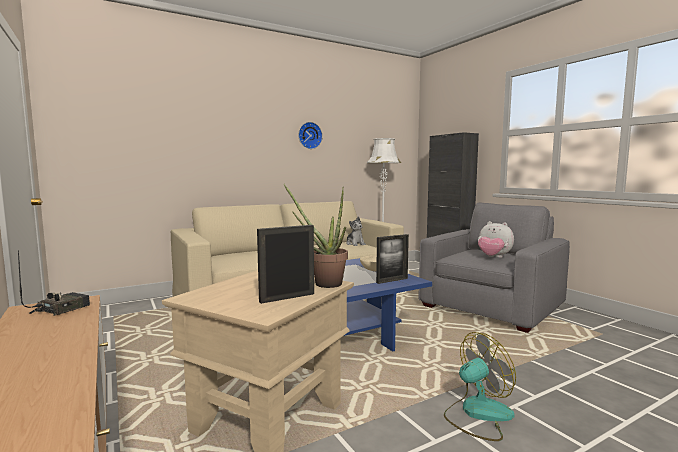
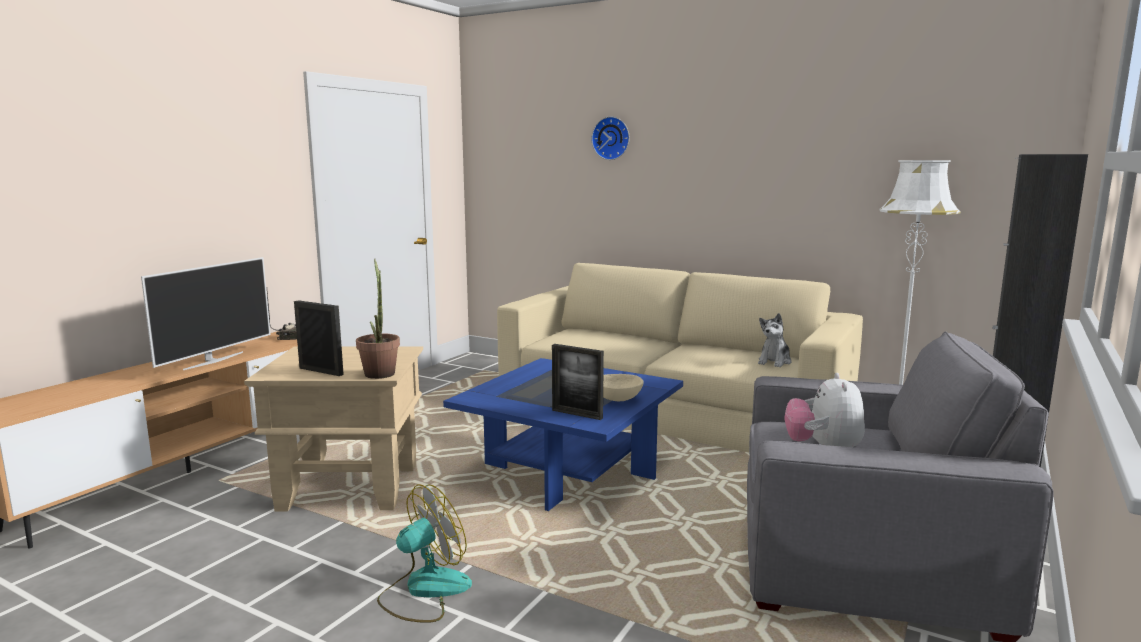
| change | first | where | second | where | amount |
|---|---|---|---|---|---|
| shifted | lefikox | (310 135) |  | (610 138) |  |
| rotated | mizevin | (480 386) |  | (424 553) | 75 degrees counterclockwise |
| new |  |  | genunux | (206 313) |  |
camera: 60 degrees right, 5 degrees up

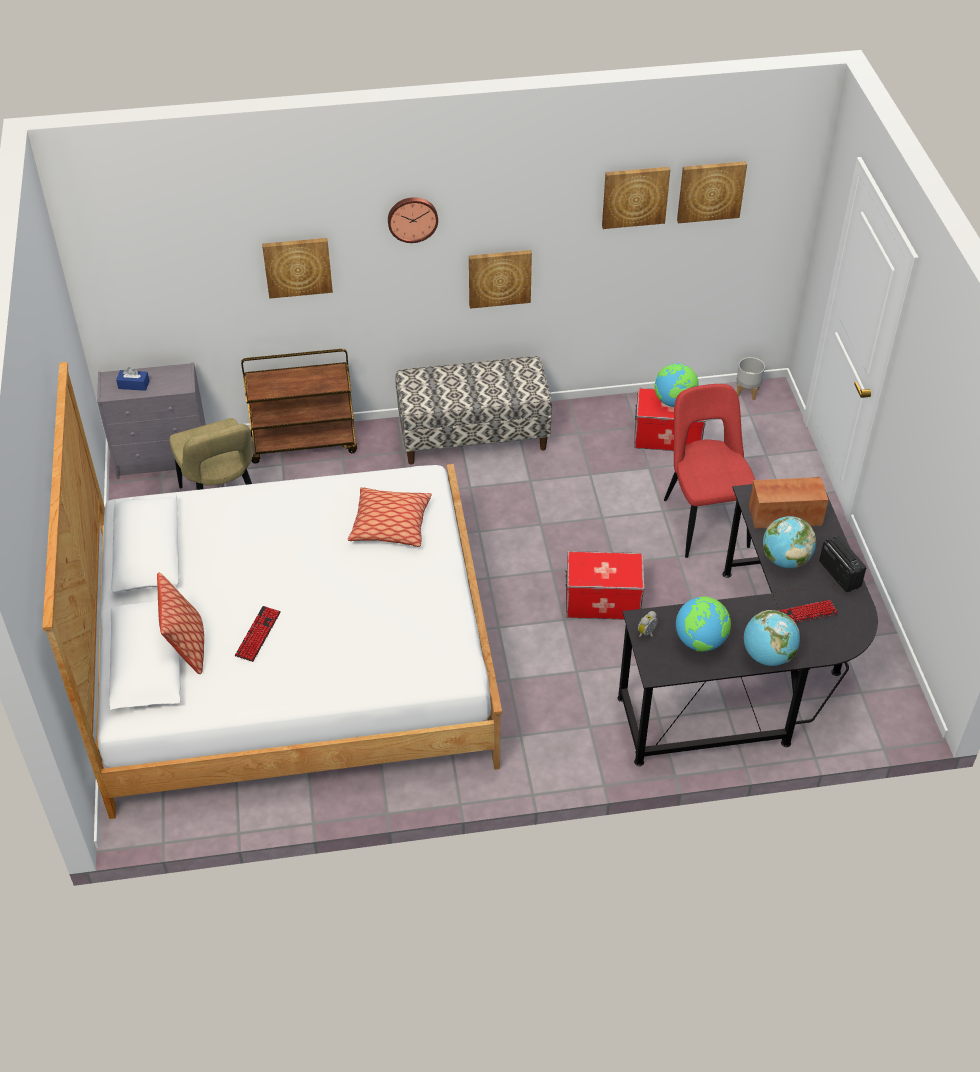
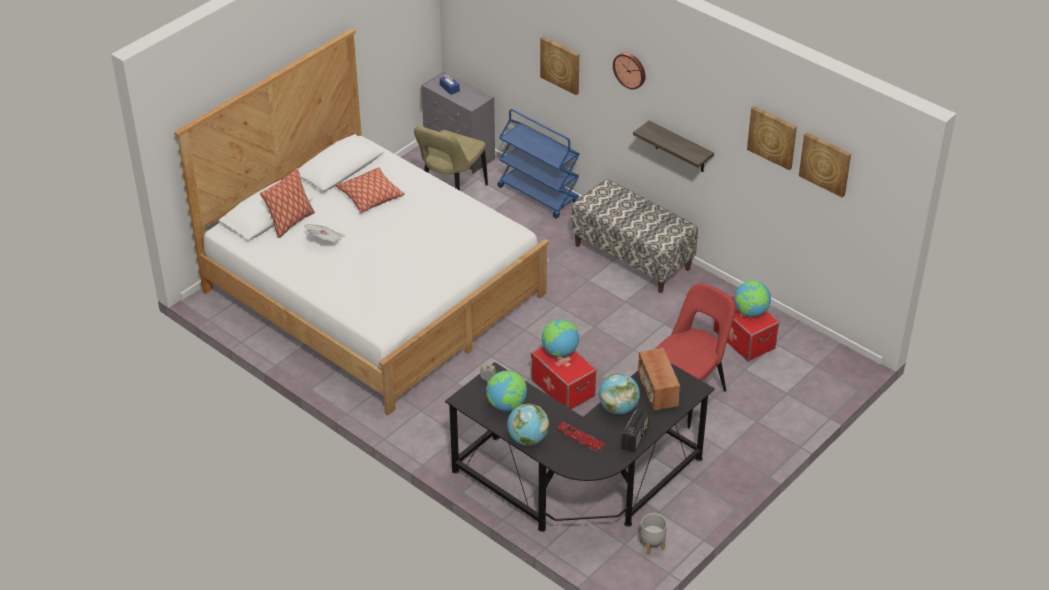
| change | first | where | second | where | amount |
|---|---|---|---|---|---|
| swapped | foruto | (500 279) | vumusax | (673 146) |  |
| repainted | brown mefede | (299 406) | blue mefede | (539 163) |  |
| shifted | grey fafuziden | (750 378) |  | (653 534) |  |
| rotated | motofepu | (788 503) |  | (659 379) | 150 degrees counterclockwise |
| shifted | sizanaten | (390 517) |  | (370 190) |  |
| swapped | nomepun | (258 634) | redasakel | (324 233) |  |
| new |  |  | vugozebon | (560 338) |  |
camera: 50 degrees right, 5 degrees down

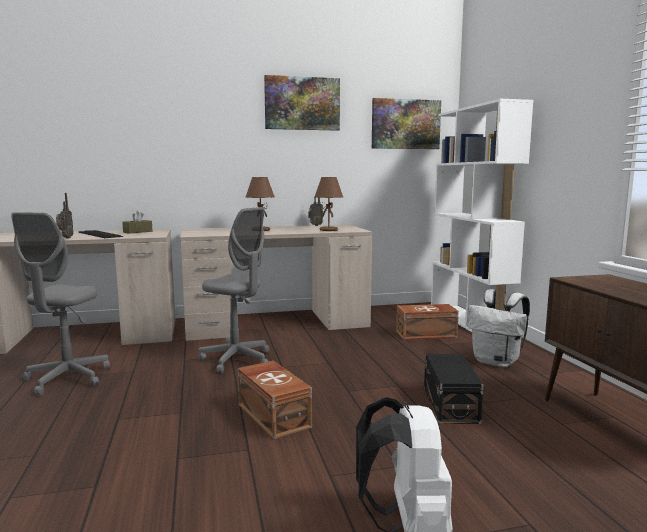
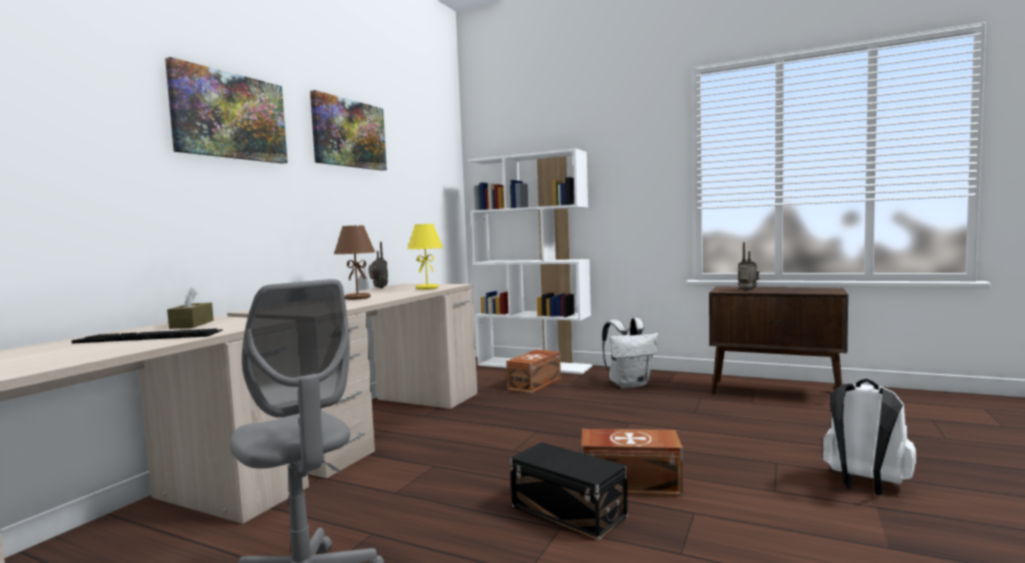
| change | first | where | second | where | amount |
|---|---|---|---|---|---|
| shifted | foruto | (406 123) |  | (226 110) |  |
| repainted | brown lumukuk | (329 204) | yellow lumukuk | (425 257) |  |
| shifted | motofepu | (64 215) |  | (748 266) |  |
| gone | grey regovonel | (233 290) |  |  |  |
| shifted | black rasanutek | (453 389) |  | (569 491) |  |
camera: 50 degrees left, 5 degrees down

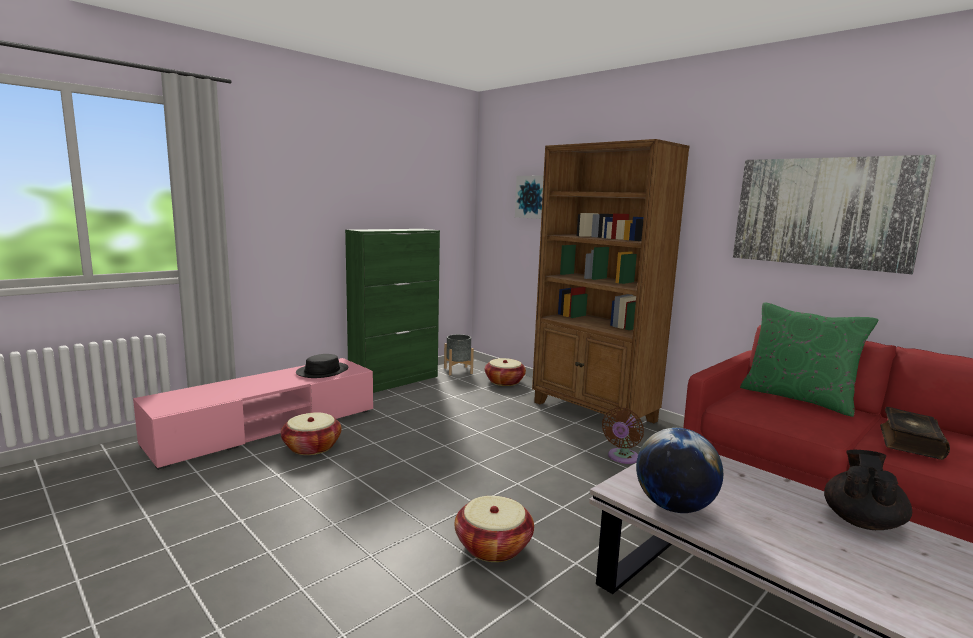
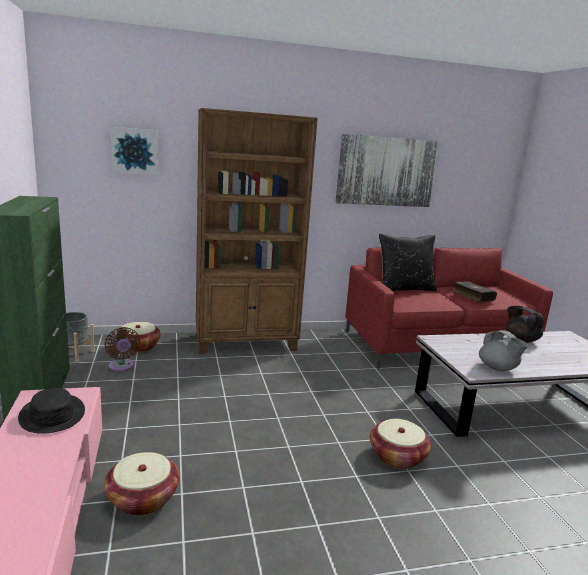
| change | first | where | second | where | amount |
|---|---|---|---|---|---|
| repainted | green sizanaten | (809 359) | black sizanaten | (408 263) |  |
| shifted | brown mizevin | (623 436) |  | (122 349) |  |
| swapped | vugozebon | (679 470) | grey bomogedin | (503 350) |  |
camera: 60 degrees left, 5 degrees up

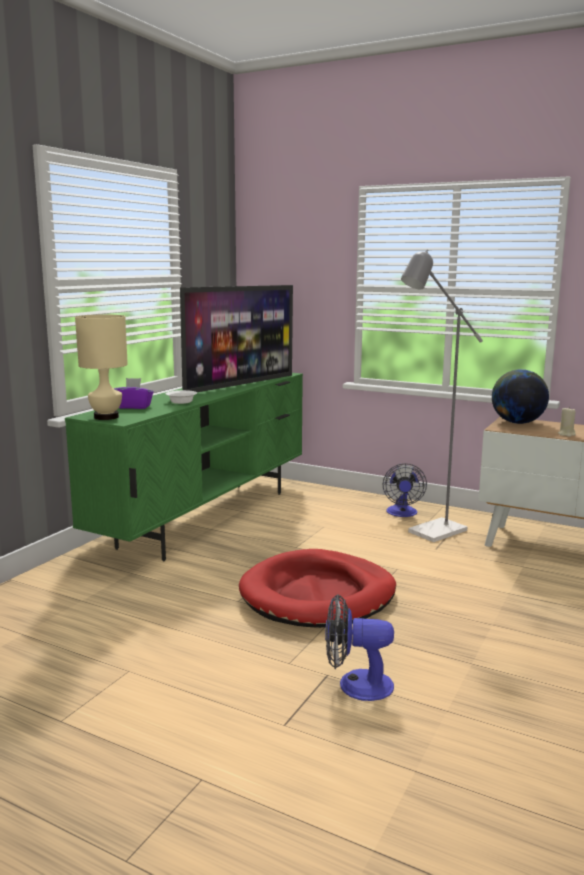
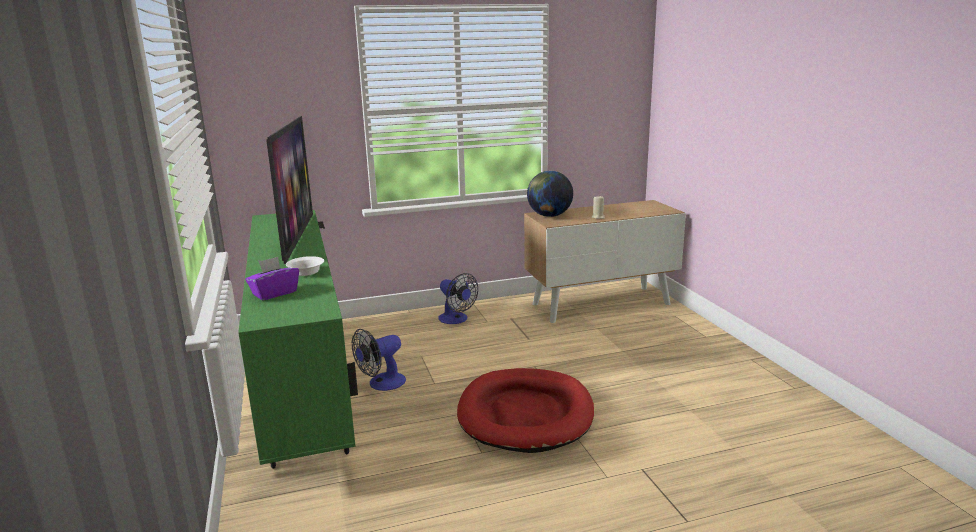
| change | first | where | second | where | amount |
|---|---|---|---|---|---|
| gone | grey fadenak | (442 395) |  |  |  |
| gone | beige lumukuk | (101 367) |  |  |  |
| shifted | mizevin | (359 647) |  | (379 360) |  |
camera: 45 degrees left, 5 degrees up

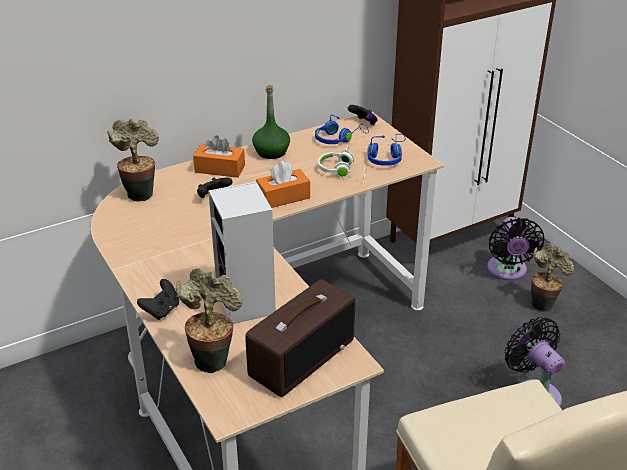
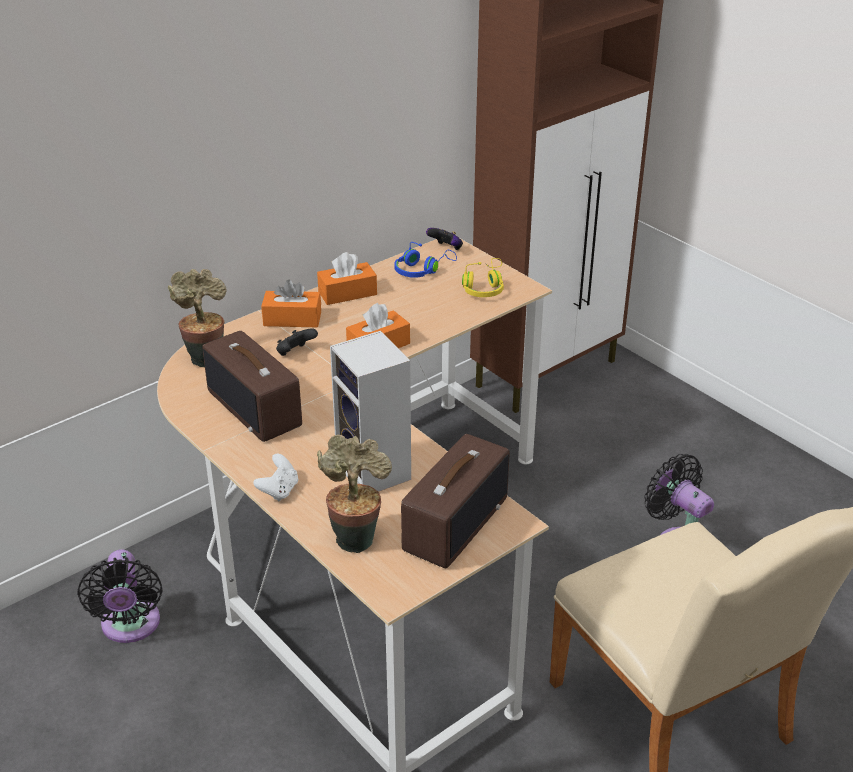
| change | first | where | second | where | amount |
|---|---|---|---|---|---|
| swapped | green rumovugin | (271 122) | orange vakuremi | (347 278) |  |
| repainted | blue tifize | (386 150) | yellow tifize | (483 277) |  |
| gone | white tifize | (342 162) |  |  |  |
| shifted | black mizevin | (515 249) |  | (120 596) |  |
| gone | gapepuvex | (552 277) |  |  |  |
| repainted | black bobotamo | (158 299) | white bobotamo | (275 477) |  |
| new |  |  | motofepu | (252 386) |  |
camera: 10 degrees left, 0 degrees up

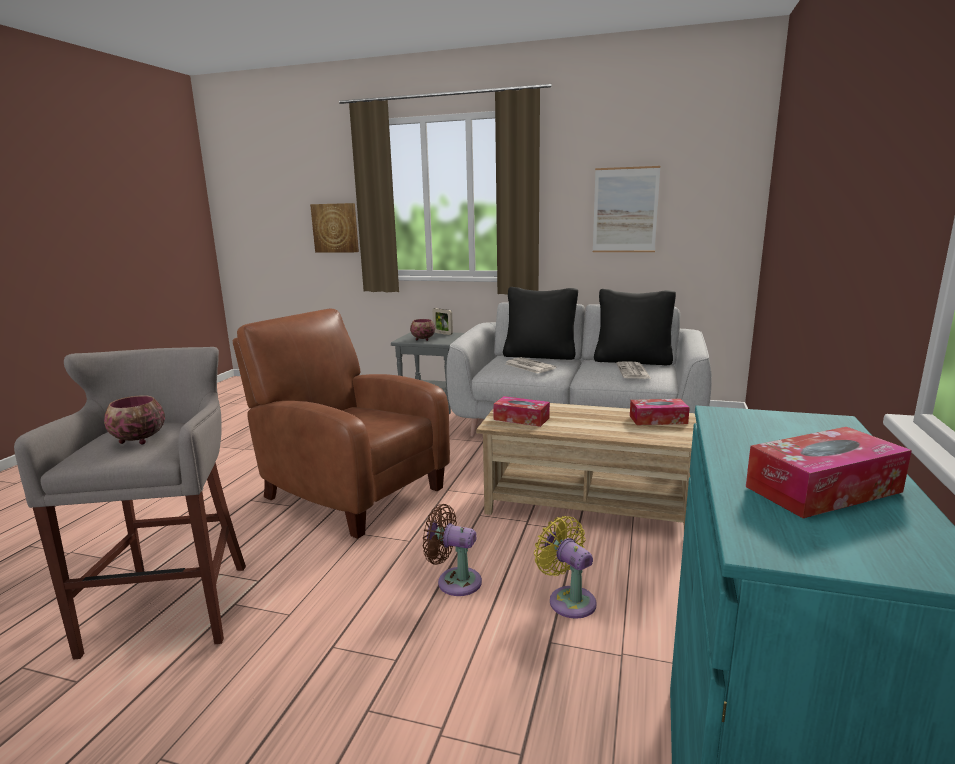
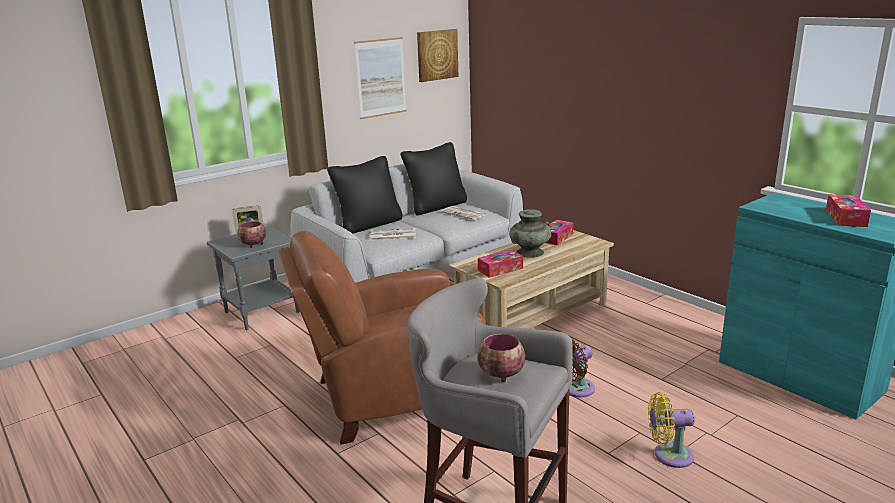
| change | first | where | second | where | amount |
|---|---|---|---|---|---|
| shifted | foruto | (334 227) |  | (437 55) |  |
| shifted | yellow mizevin | (565 567) |  | (671 430) |  |
| new |  |  | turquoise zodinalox | (530 233) |  |
camera: 55 degrees left, 5 degrees up

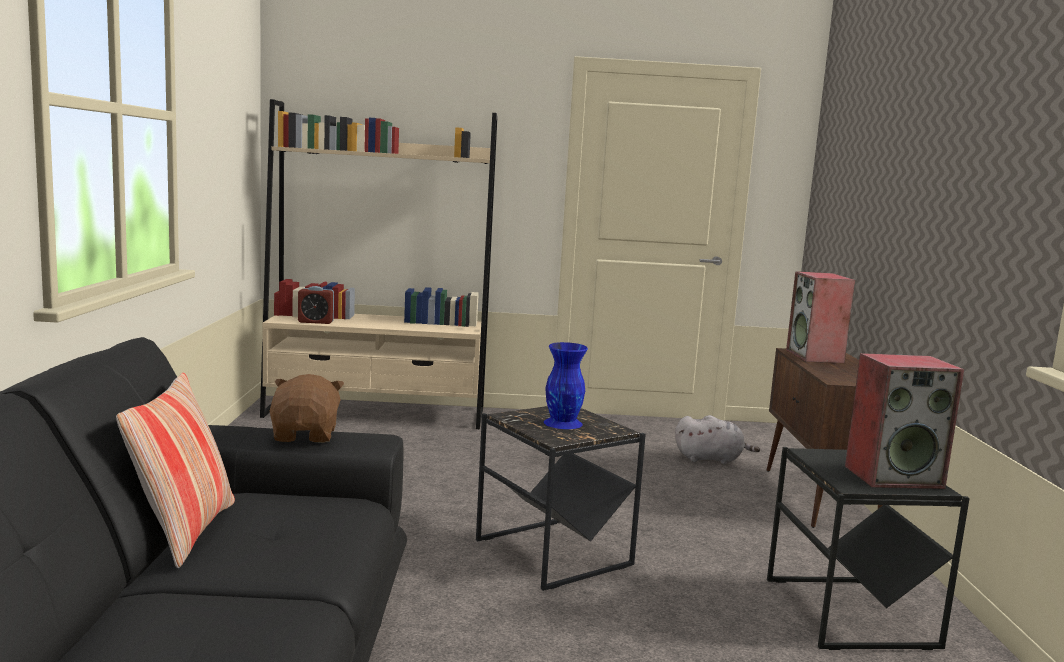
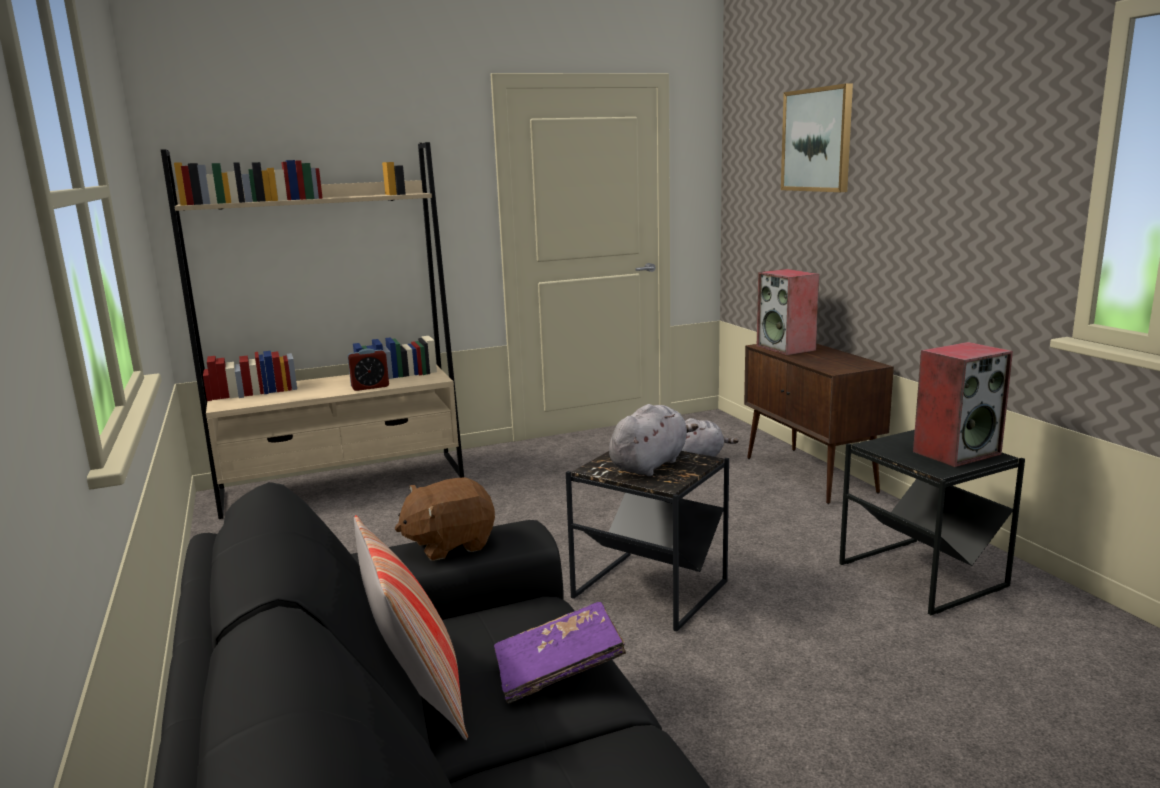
| change | first | where | second | where | amount |
|---|---|---|---|---|---|
| shifted | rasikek | (316 305) |  | (368 370) |  |
| swapped | blue zodinalox | (566 385) | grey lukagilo | (653 440) |  |
| rotated | brown lukagilo | (307 408) |  | (445 519) | 90 degrees counterclockwise |
| new |  |  | foruto | (817 137) |  |
| new |  |  | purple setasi | (560 652) |  |
camera: 20 degrees left, 5 degrees up

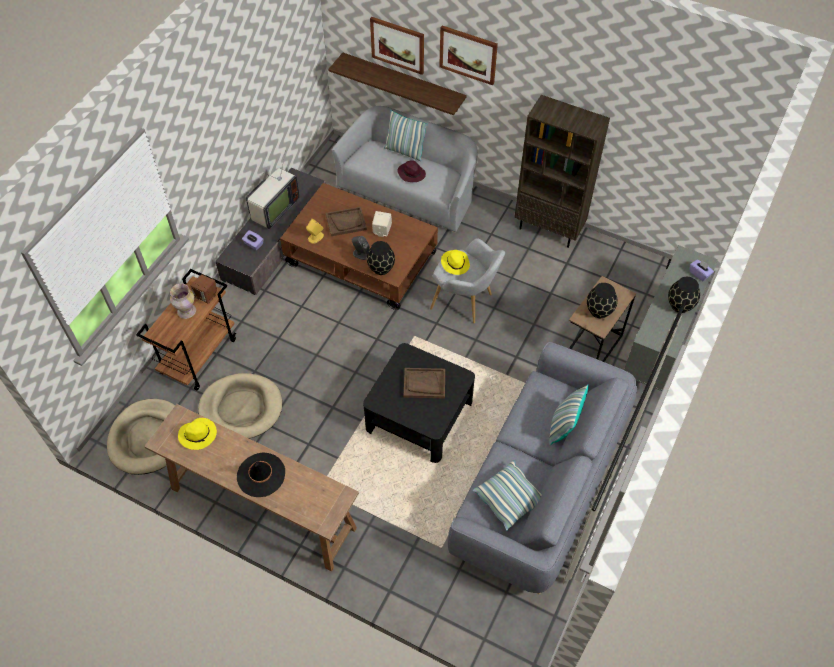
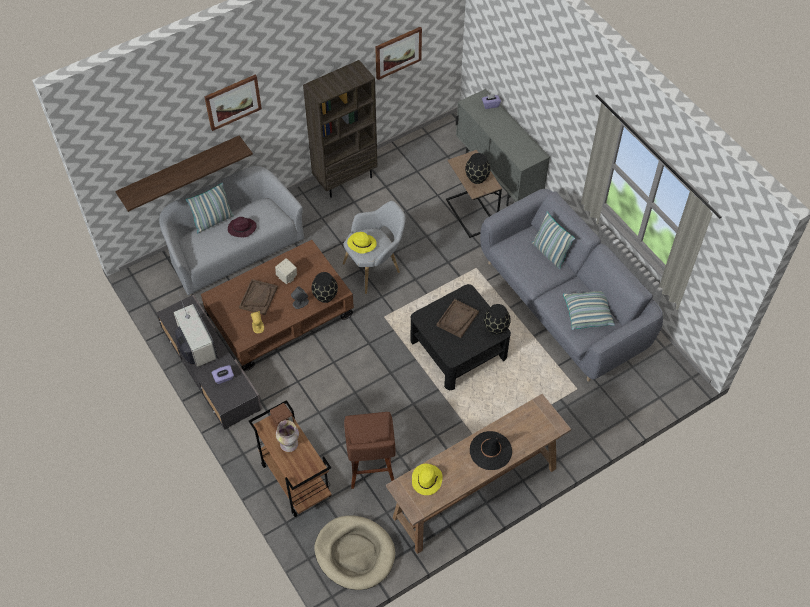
| change | first | where | second | where | amount |
|---|---|---|---|---|---|
| shifted | foruto | (397 46) |  | (398 53) |  |
| shifted | black zodinalox | (684 295) |  | (497 319) |  |
| swapped | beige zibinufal | (240 405) | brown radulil | (370 450) |  |
camera: 60 degrees left, 0 degrees up

